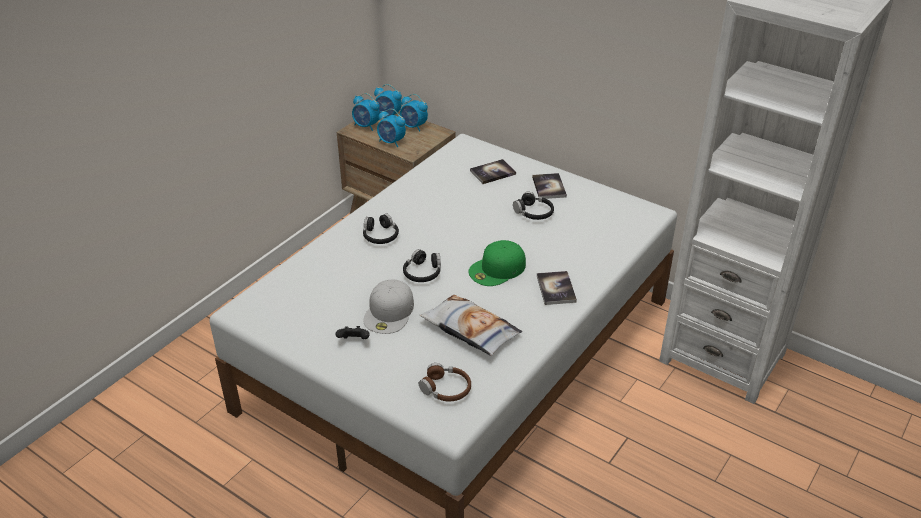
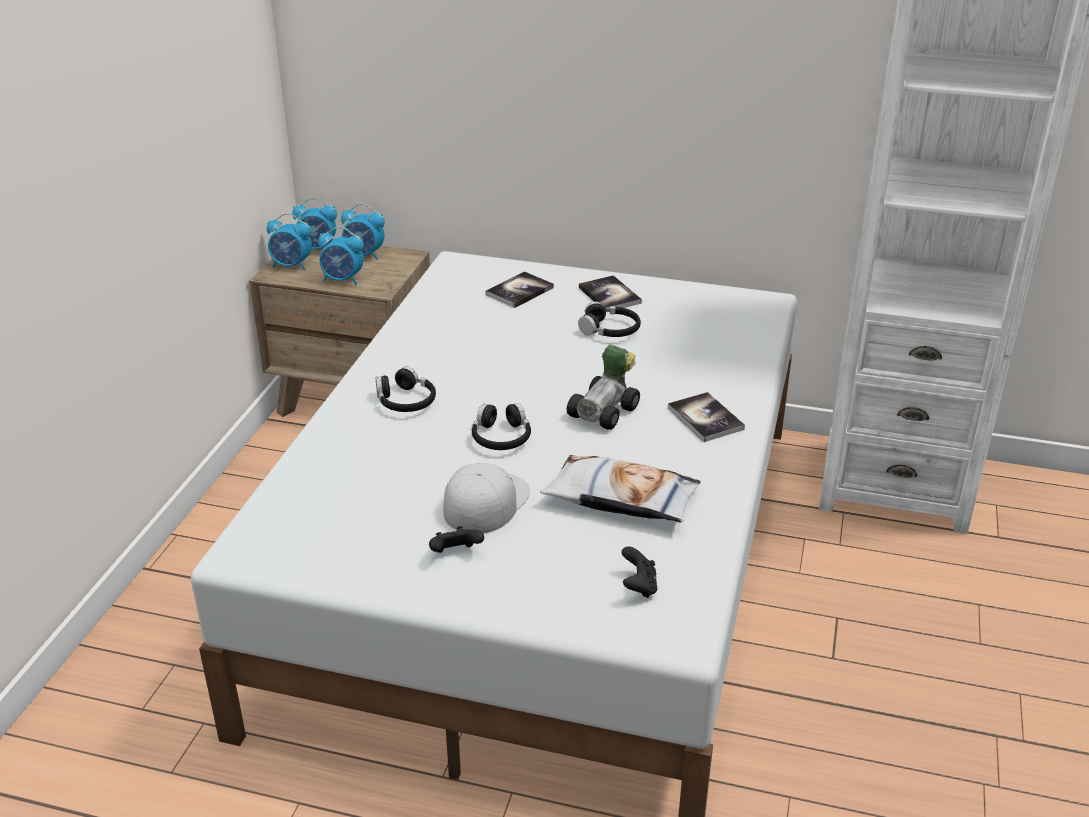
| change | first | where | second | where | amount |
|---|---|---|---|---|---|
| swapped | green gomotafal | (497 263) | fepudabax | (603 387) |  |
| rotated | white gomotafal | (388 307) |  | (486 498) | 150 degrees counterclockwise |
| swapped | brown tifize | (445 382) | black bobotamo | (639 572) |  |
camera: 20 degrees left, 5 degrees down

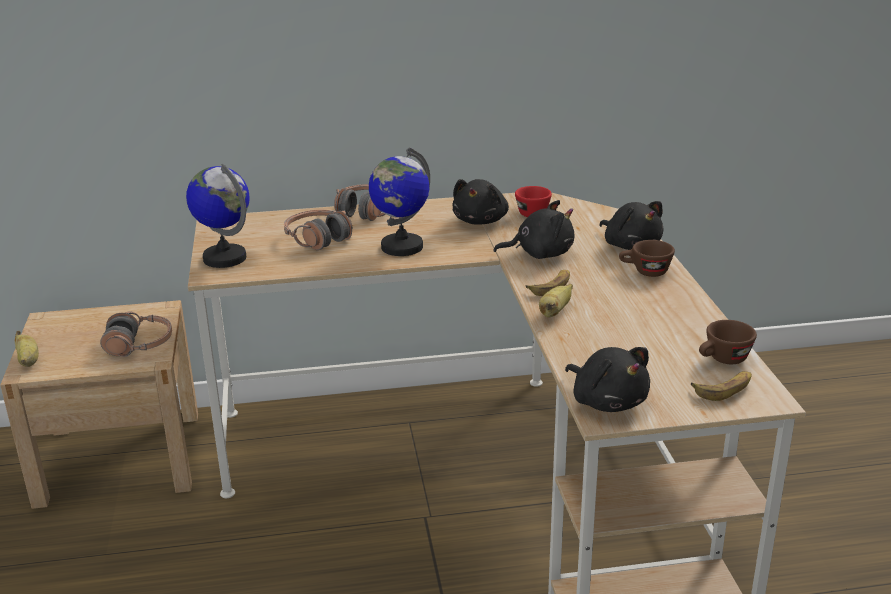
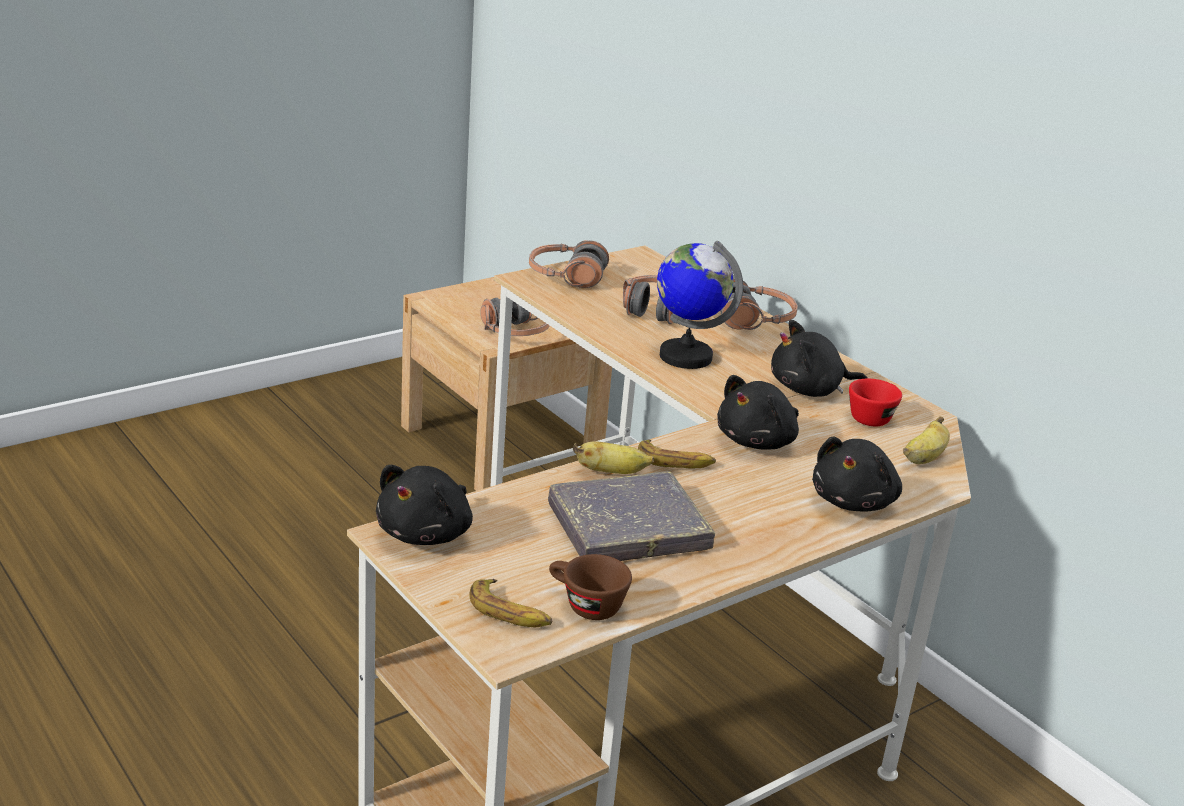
| change | first | where | second | where | amount |
|---|---|---|---|---|---|
| swapped | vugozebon | (218 216) | tifize | (569 264) |  |
| rotated | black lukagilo | (534 229) |  | (758 412) | 75 degrees clockwise |
| gone | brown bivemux | (647 258) |  |  |  |
| shifted | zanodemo | (27 349) |  | (926 440) |  |
| new |  |  | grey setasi | (631 516) |  |
camera: 60 degrees right, 0 degrees up

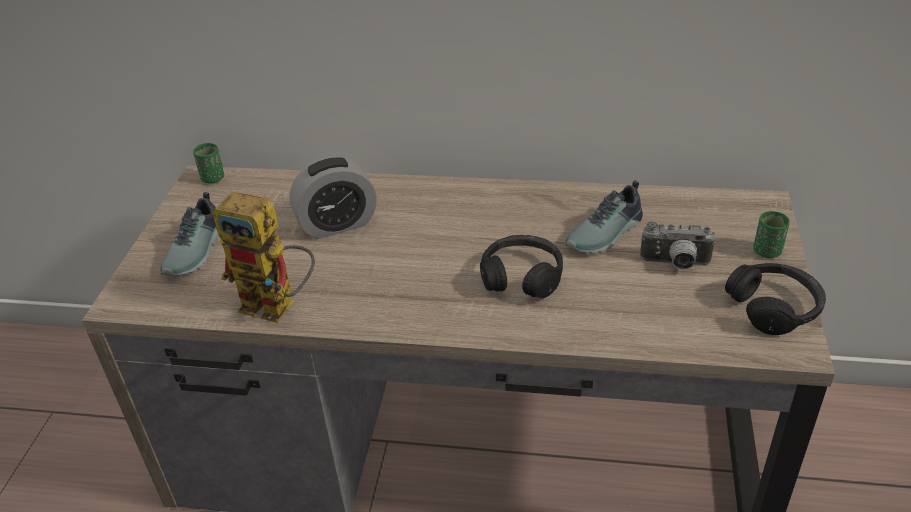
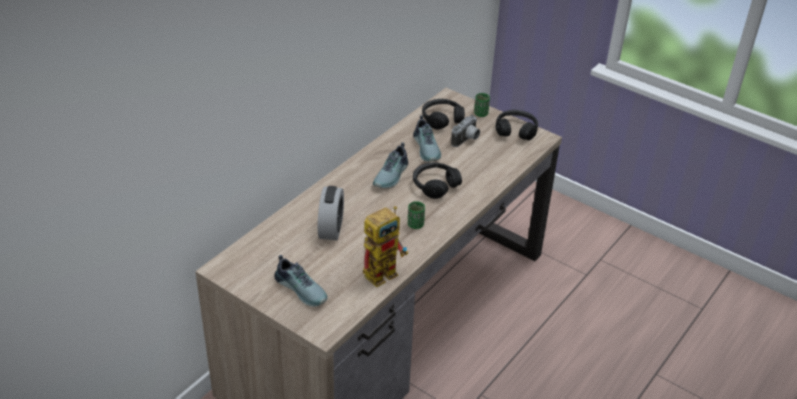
| change | first | where | second | where | amount |
|---|---|---|---|---|---|
| shifted | green bivemux | (208 163) |  | (416 215) |  |
| new |  |  | black tifize | (443 114) |  |
| new |  |  | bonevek | (390 165) |  |
camera: 65 degrees left, 0 degrees up

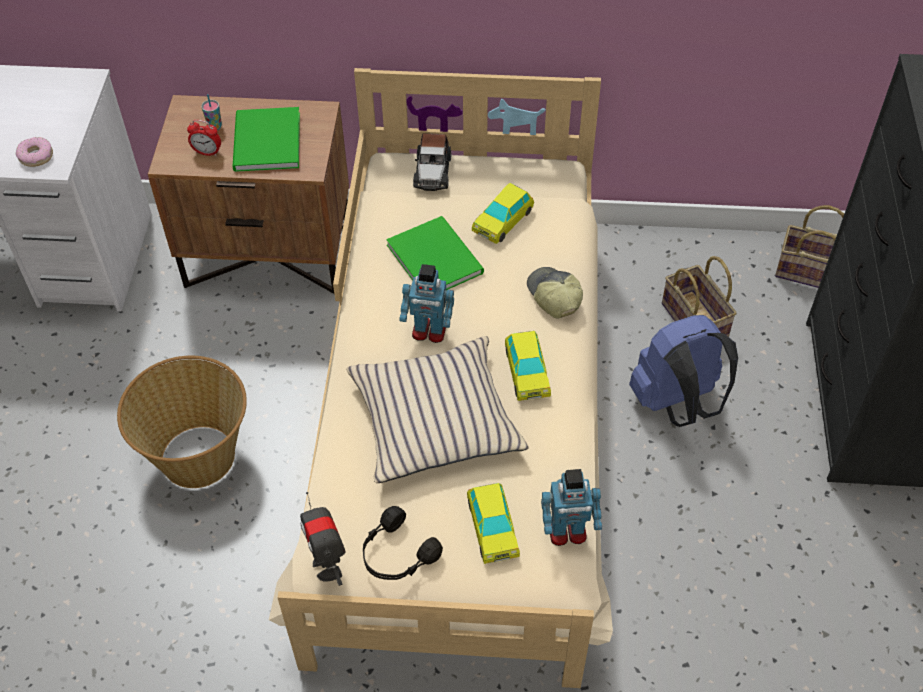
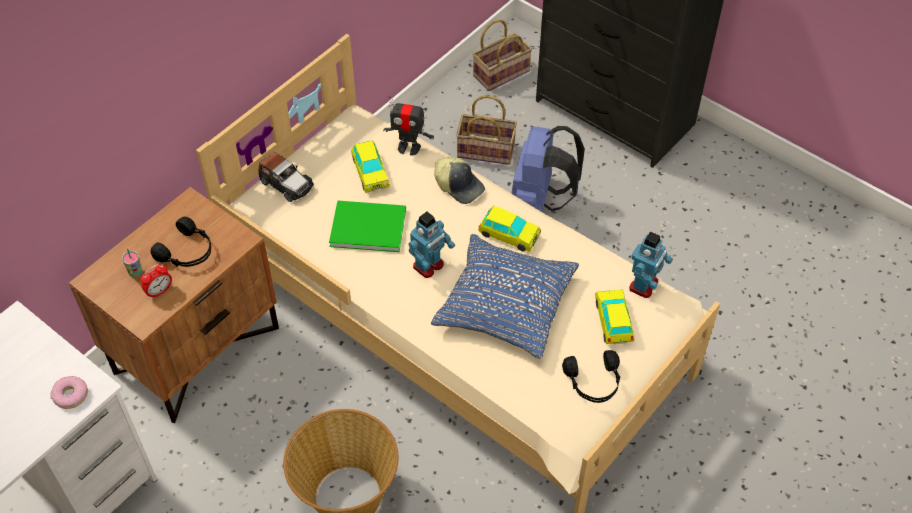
| change | first | where | second | where | amount |
|---|---|---|---|---|---|
| swapped | green setasi | (266 139) | black tifize | (180 242) |  |
| rotated | gomotafal | (555 292) |  | (459 180) | 150 degrees counterclockwise |
| repainted | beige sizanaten | (437 409) | blue sizanaten | (505 296) |  |
| rotated | fepudabax | (493 523) |  | (614 316) | 120 degrees counterclockwise |
| shifted | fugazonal | (322 539) |  | (408 126) |  |
camera: 55 degrees left, 0 degrees up

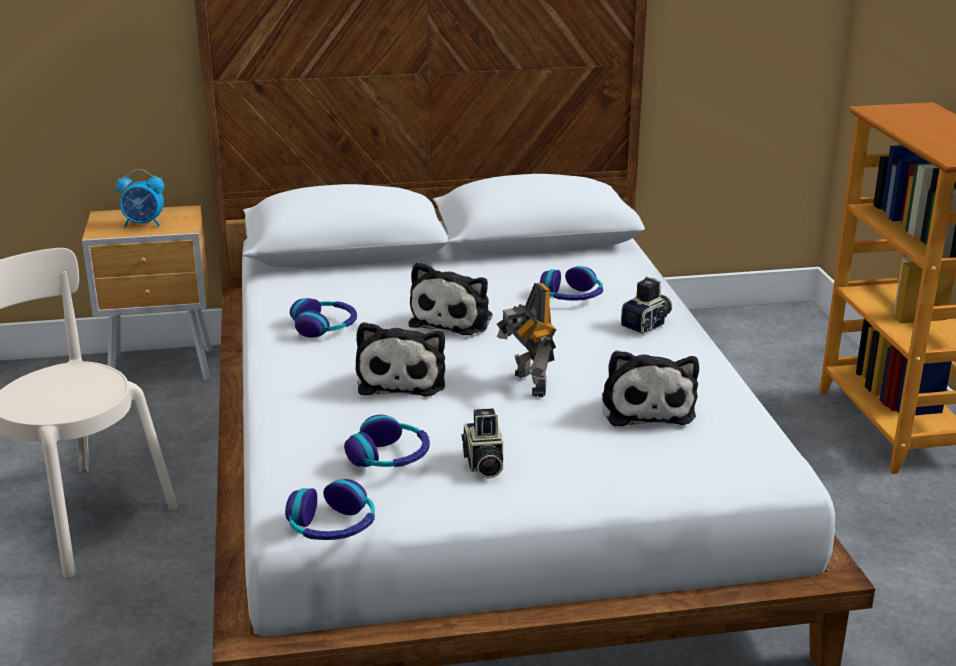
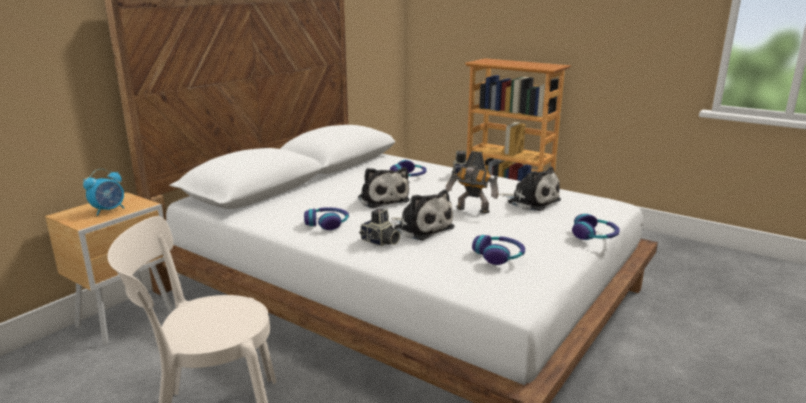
| change | first | where | second | where | amount |
|---|---|---|---|---|---|
| shifted | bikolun | (482 443) |  | (379 227) |  |
| shifted | tifize | (330 509) |  | (596 227) |  |
camera: 45 degrees left, 5 degrees down

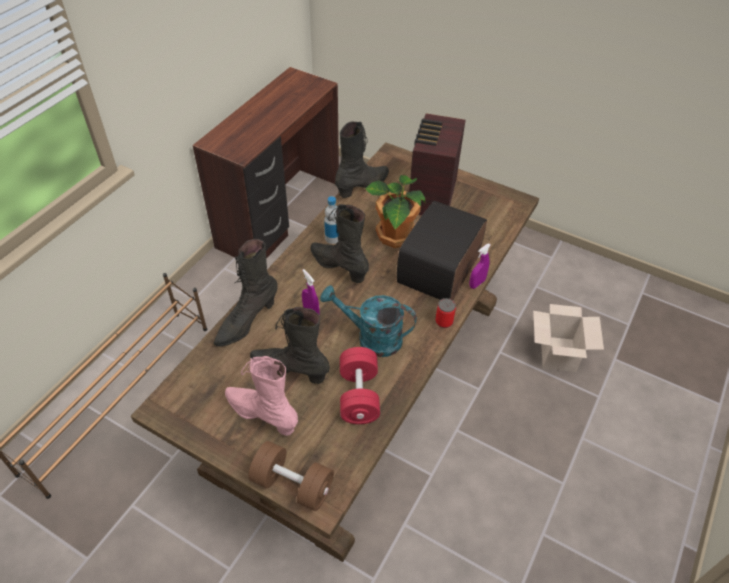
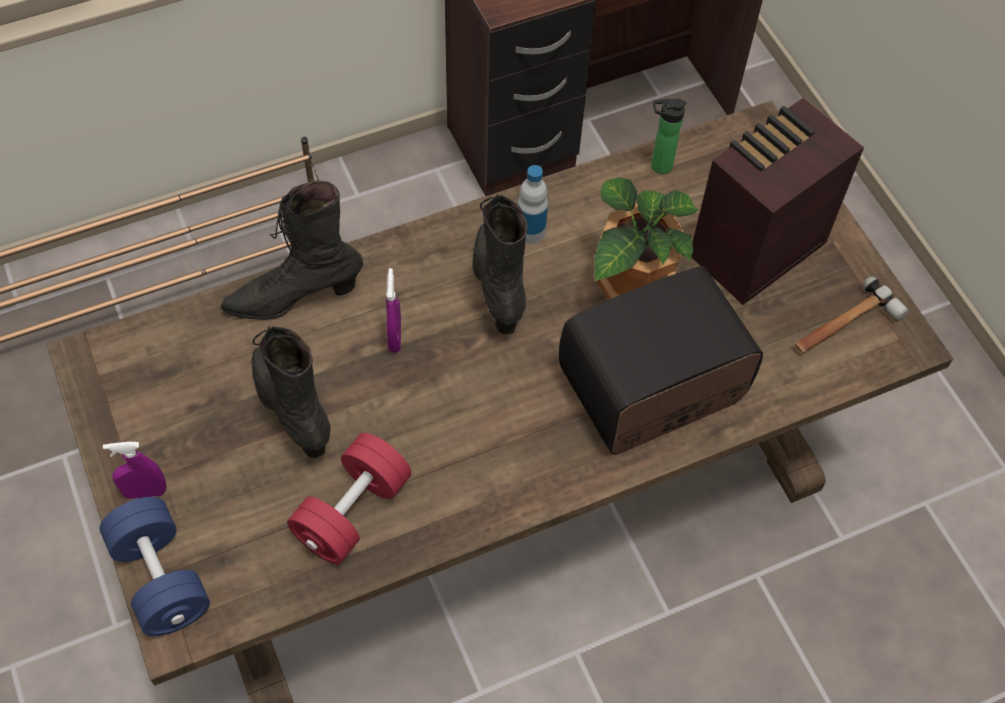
| change | first | where | second | where | amount |
|---|---|---|---|---|---|
| swapped | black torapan | (362 159) | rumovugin | (668 136) |  |
| shifted | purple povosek | (480 266) |  | (134 470) |  |
| gone | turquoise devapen | (368 321) |  |  |  |
| gone | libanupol | (445 313) |  |  |  |
| gone | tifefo | (568 338) |  |  |  |
| gone | pink torapan | (261 396) |  |  |  |
| repainted | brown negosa | (291 476) | blue negosa | (154 566) |  |
| new |  |  | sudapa | (851 314) |  |
camera: 35 degrees right, 10 degrees up

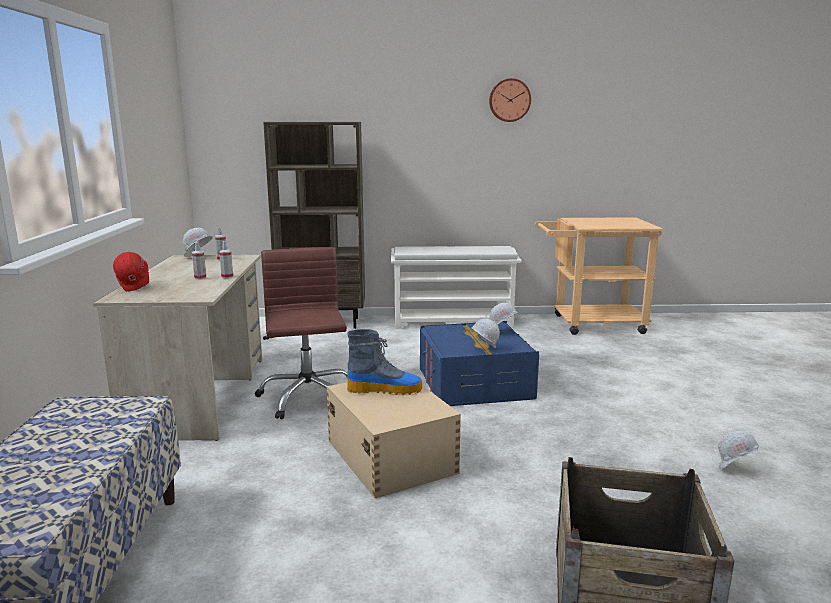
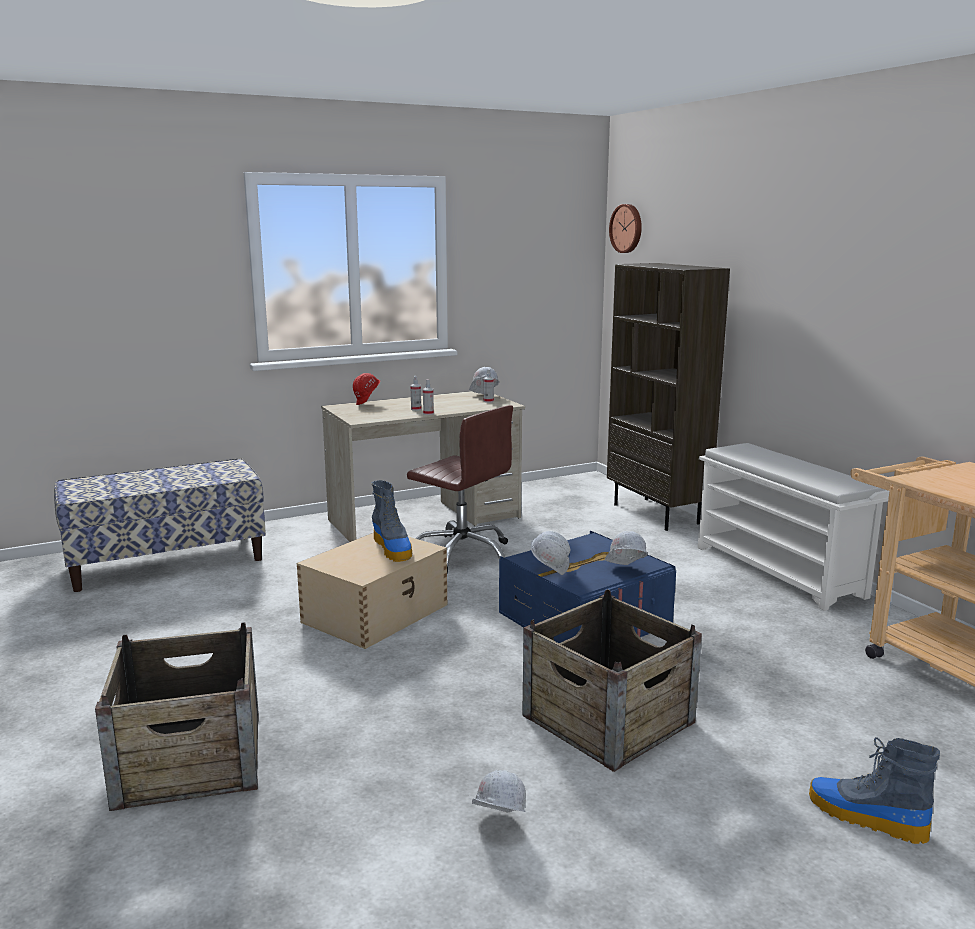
| change | first | where | second | where | amount |
|---|---|---|---|---|---|
| shifted | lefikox | (510 100) |  | (625 228) |  |
| rotated | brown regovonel | (301 333) |  | (460 489) | 75 degrees clockwise |
| new |  |  | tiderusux | (612 680) |  |
| new |  |  | torapan | (874 790) |  |
camera: 65 degrees right, 0 degrees up

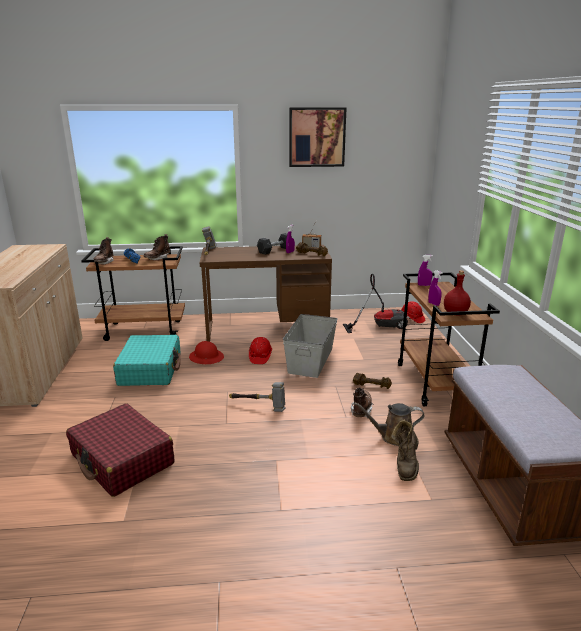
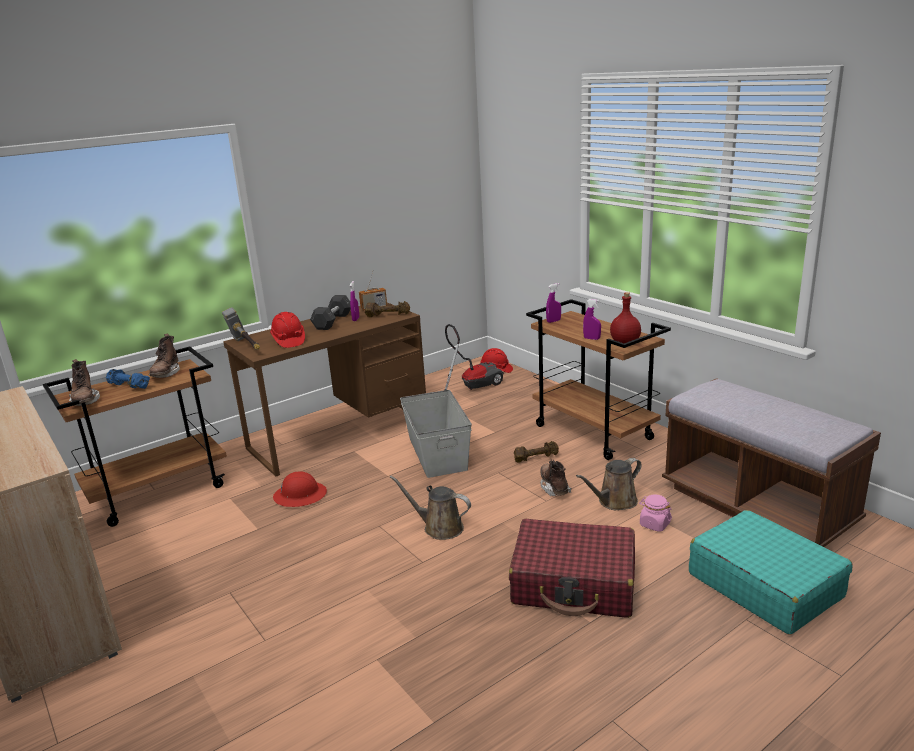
| change | first | where | second | where | amount |
|---|---|---|---|---|---|
| gone | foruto | (318 137) |  |  |  |
| shifted | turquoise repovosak | (146 360) |  | (770 572) |  |
| shifted | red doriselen | (260 350) |  | (287 330) |  |
| swapped | sudapa | (257 397) | brown devapen | (430 508) |  |
| shifted | red repovosak | (120 450) |  | (572 568) |  |
| swapped | brown torapan | (405 450) | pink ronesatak | (655 513) |  |
camera: 30 degrees left, 0 degrees up

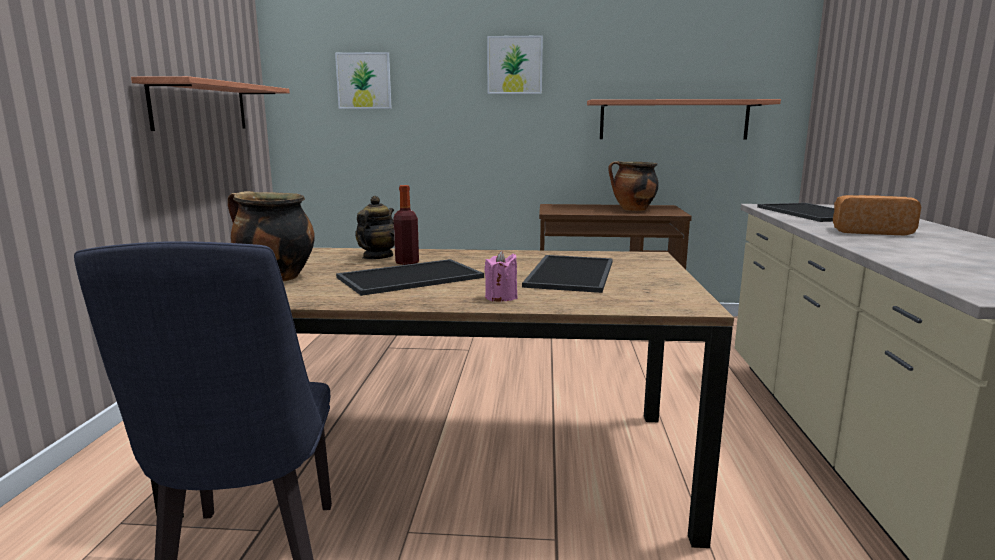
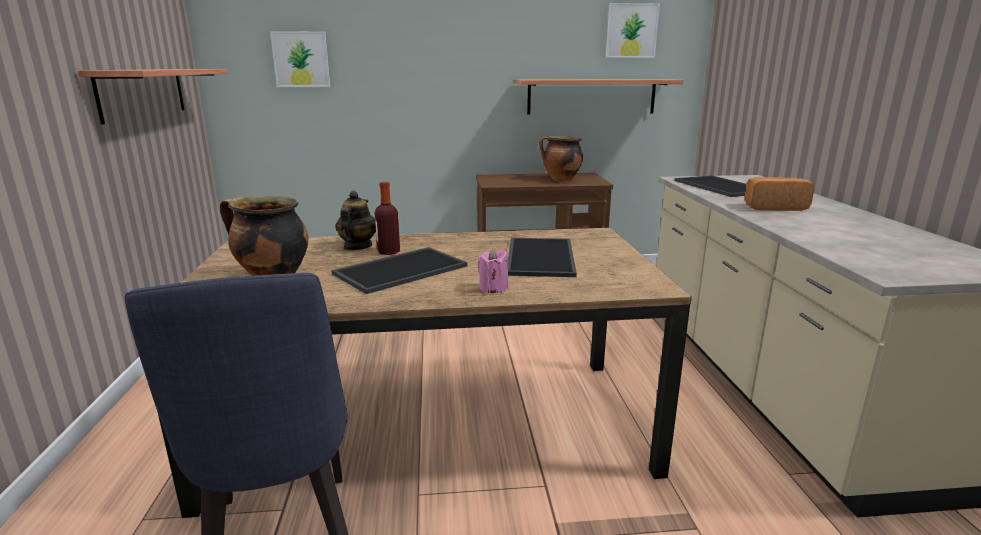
| change | first | where | second | where | amount |
|---|---|---|---|---|---|
| shifted | foruto | (515 64) |  | (633 30) |  |
camera: 10 degrees left, 5 degrees up

